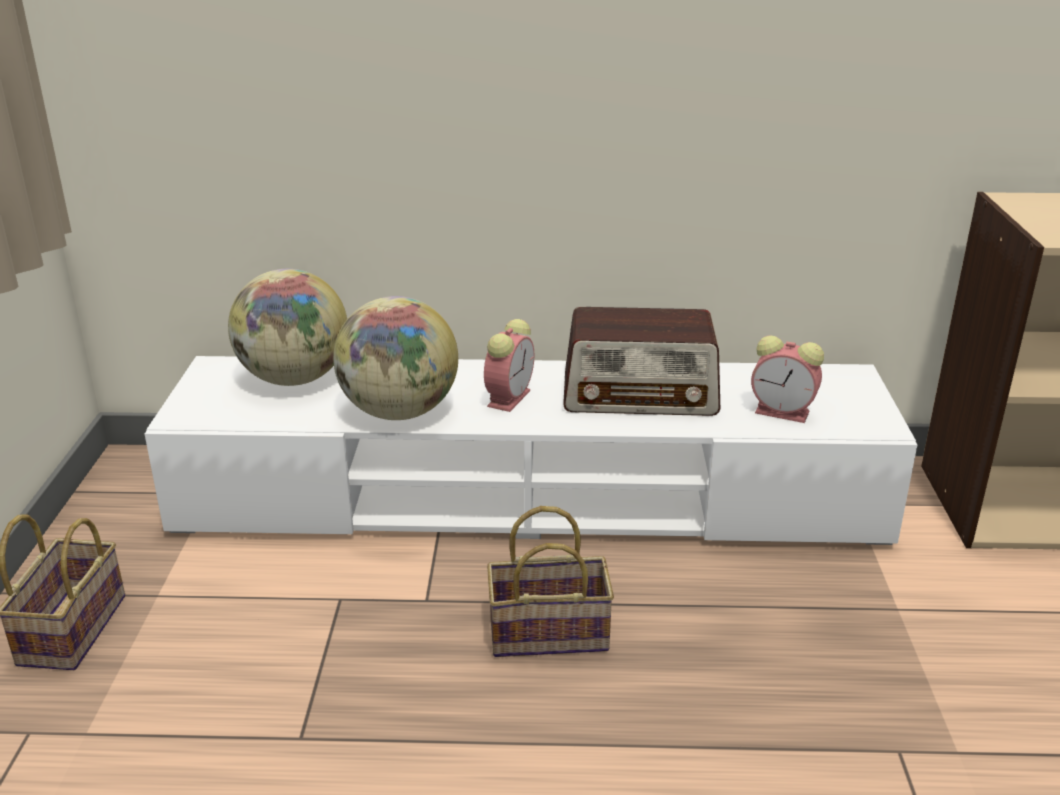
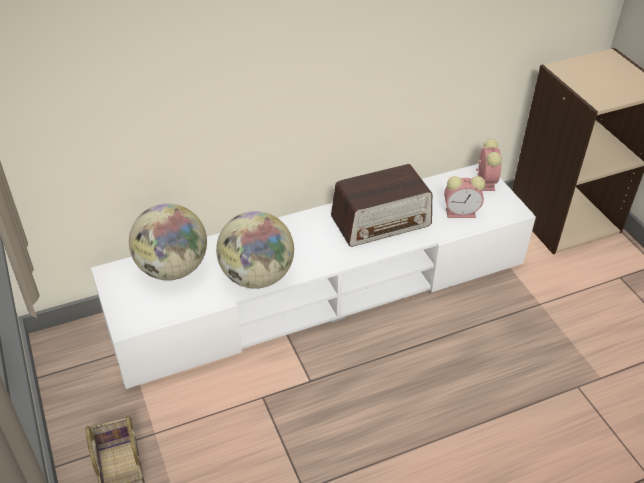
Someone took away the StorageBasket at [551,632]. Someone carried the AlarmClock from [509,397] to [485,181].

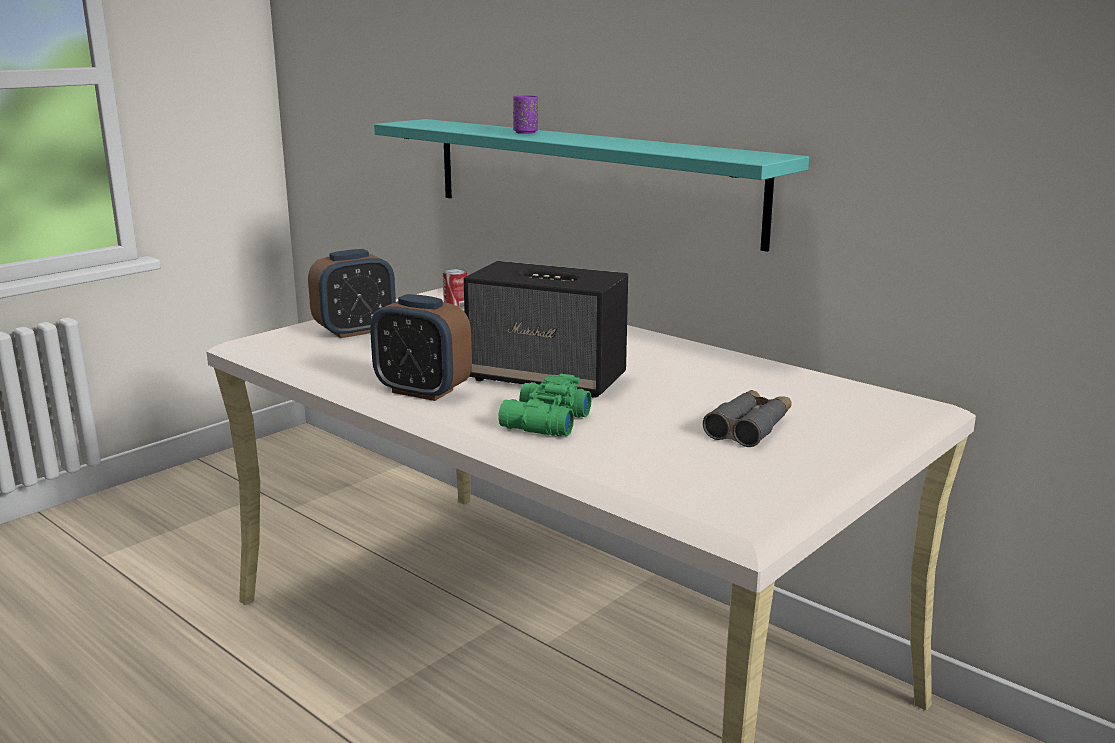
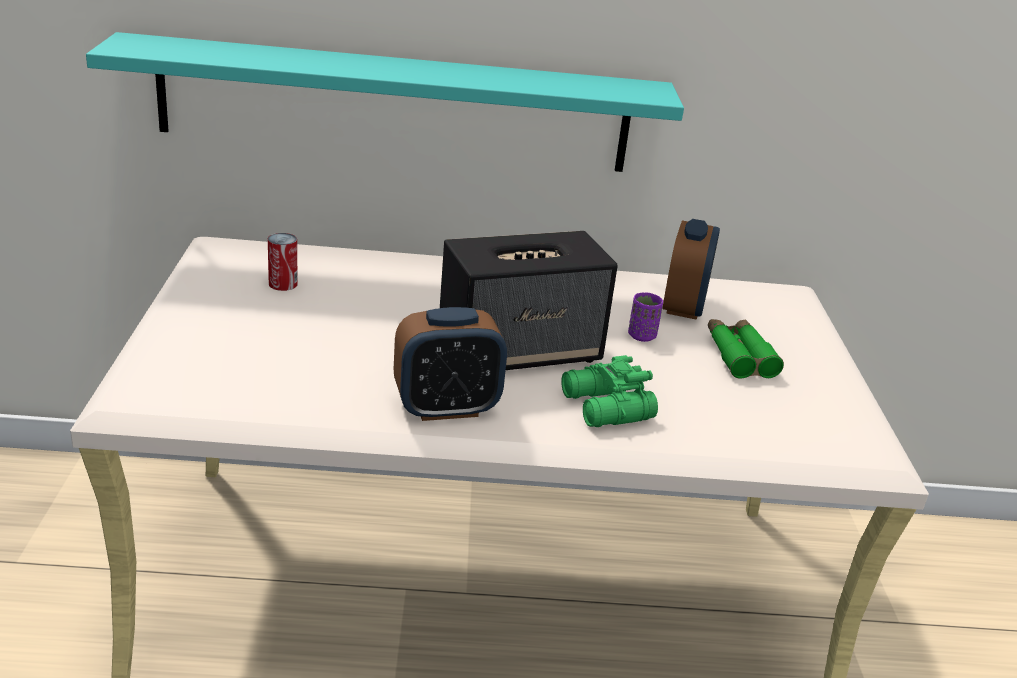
Someone carried the AlarmClock from [355,331] to [684,306]. Someone carried the PurpleColouredDrinkingCup from [525,133] to [642,336]. Someone repainted the GreyPairOfBinoculars at [749,427], which became the GreenPairOfBinoculars at [739,356].

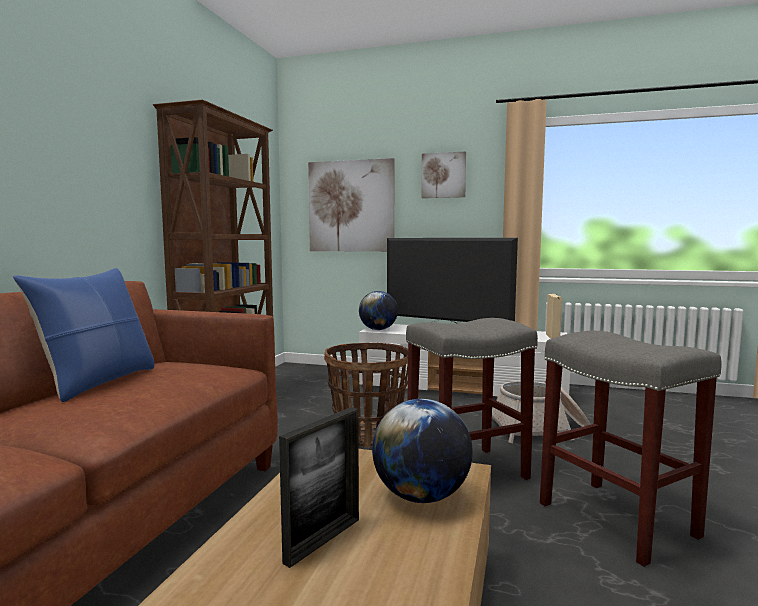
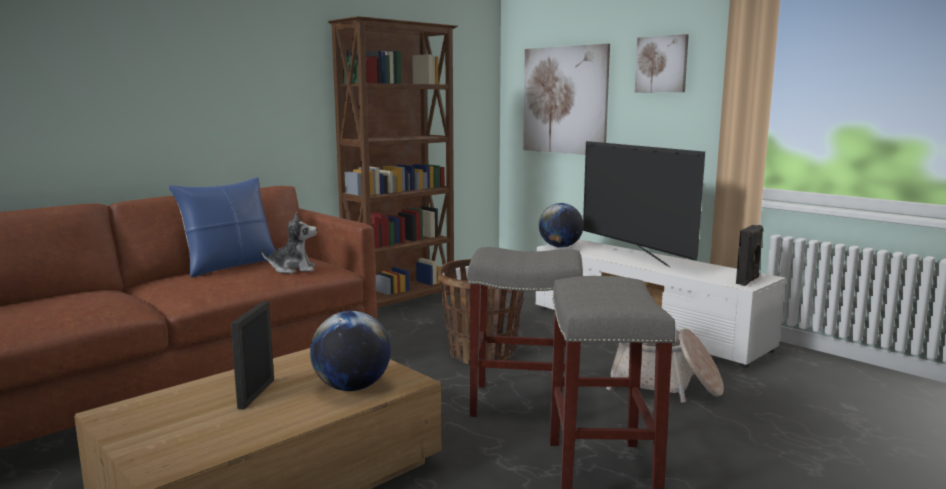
Someone put down the CuddlyToy at [293,269]. Someone repainted the SandColouredLoudspeaker at [553,337], which became the BlackishLoudspeaker at [748,281]. Someone rotated the PictureFrame at [323,540] by 120 degrees clockwise.

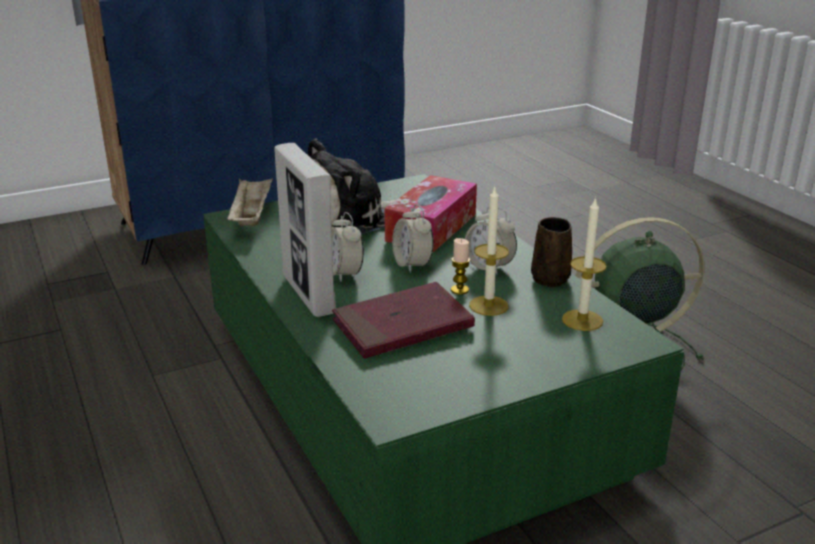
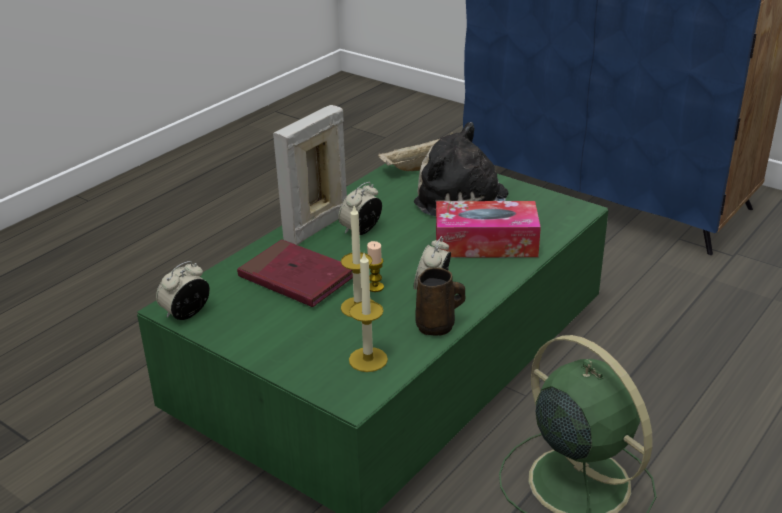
Someone carried the AlarmClock from [412,265] to [186,314].

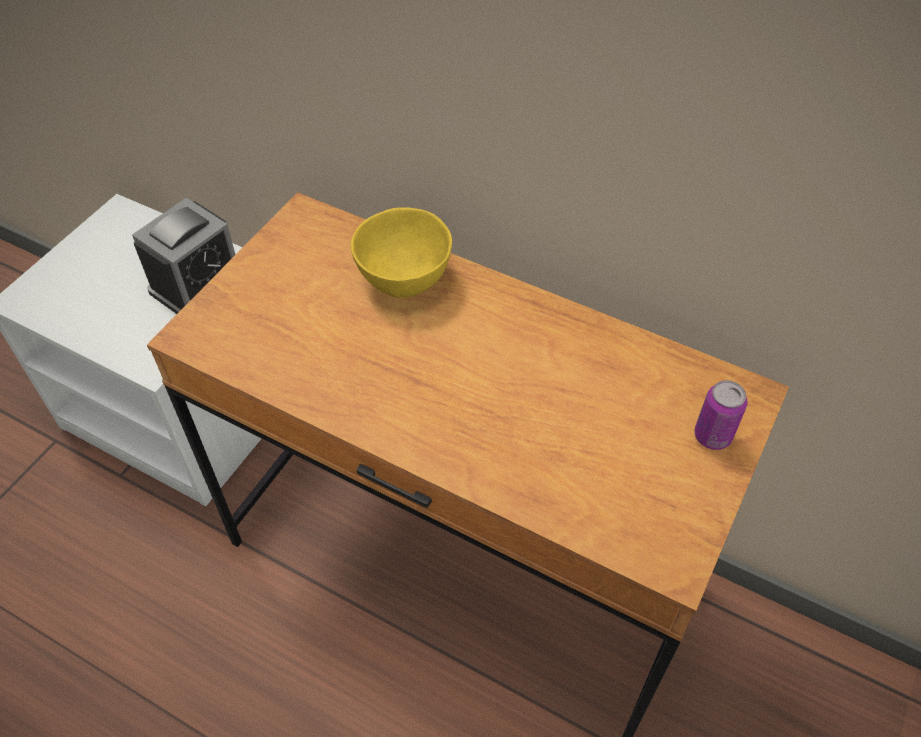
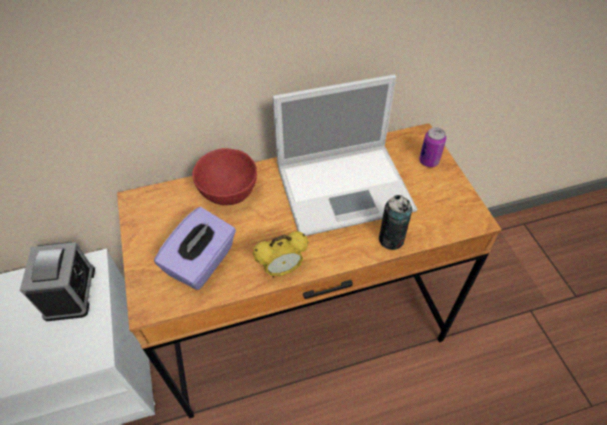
Someone put down the PurpleColouredBoxOfTissues at [202,262]. Someone put down the AlarmClock at [282,269]. Someone put down the Laptop at [346,187]. Someone put down the SealedCan at [391,239]. Someone repainted the YellowColouredBowl at [404,279], which became the RedBowl at [228,193].

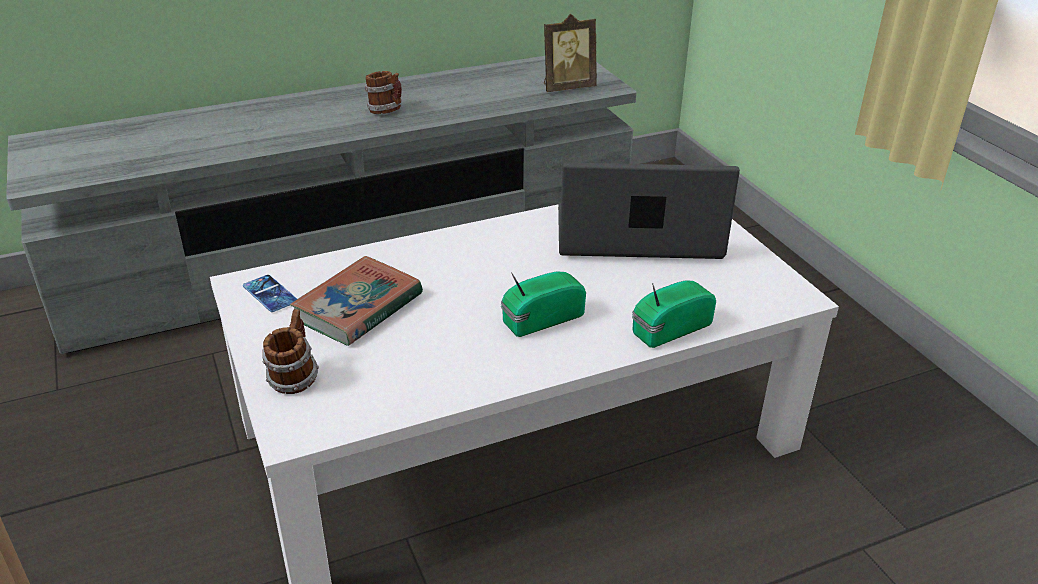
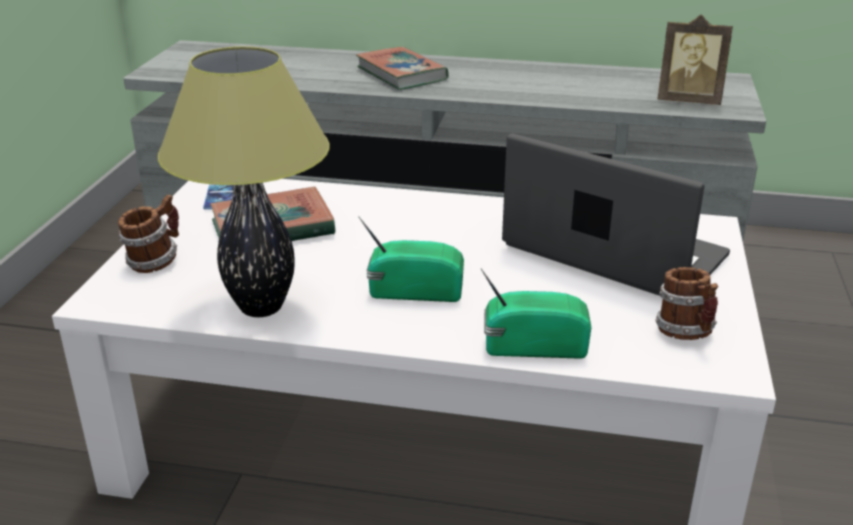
Someone put down the TabletopLamp at [262,307]. Someone put down the Book at [401,74]. Someone carried the Mug from [386,111] to [686,333].

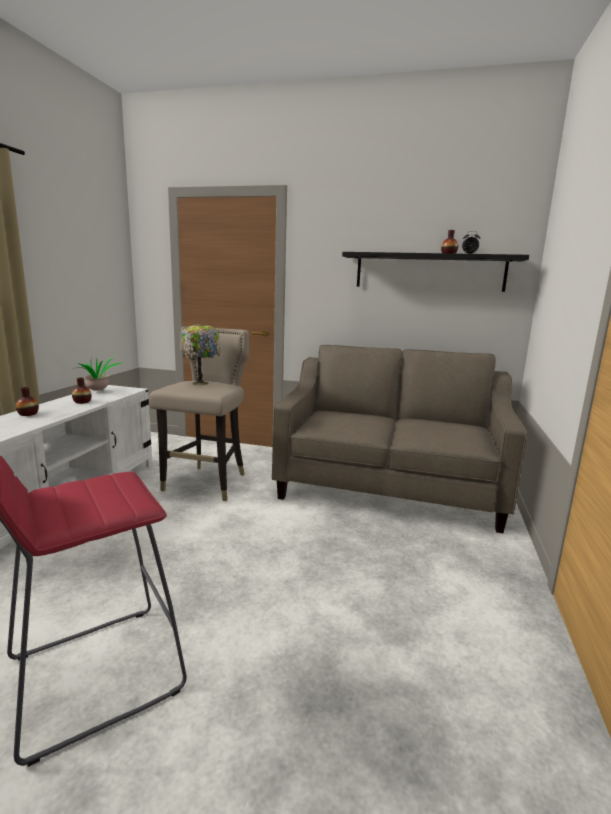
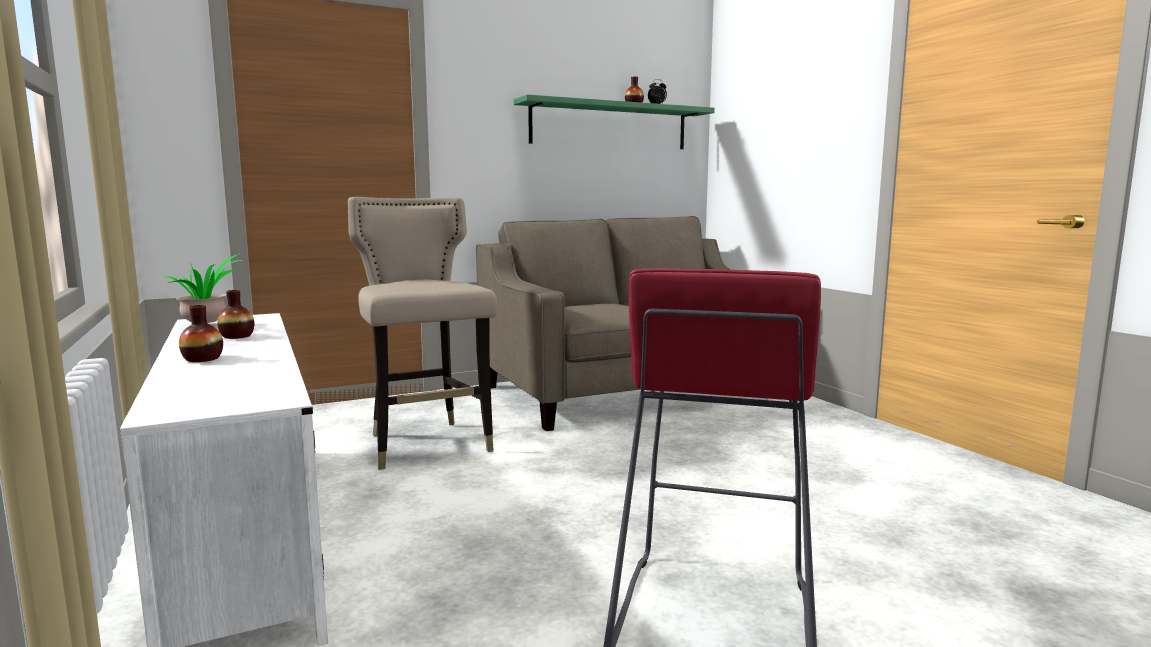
Someone took away the TabletopLamp at [201,383]. Someone repainted the BlackishShelf at [429,272], which became the GreenShelf at [610,126].

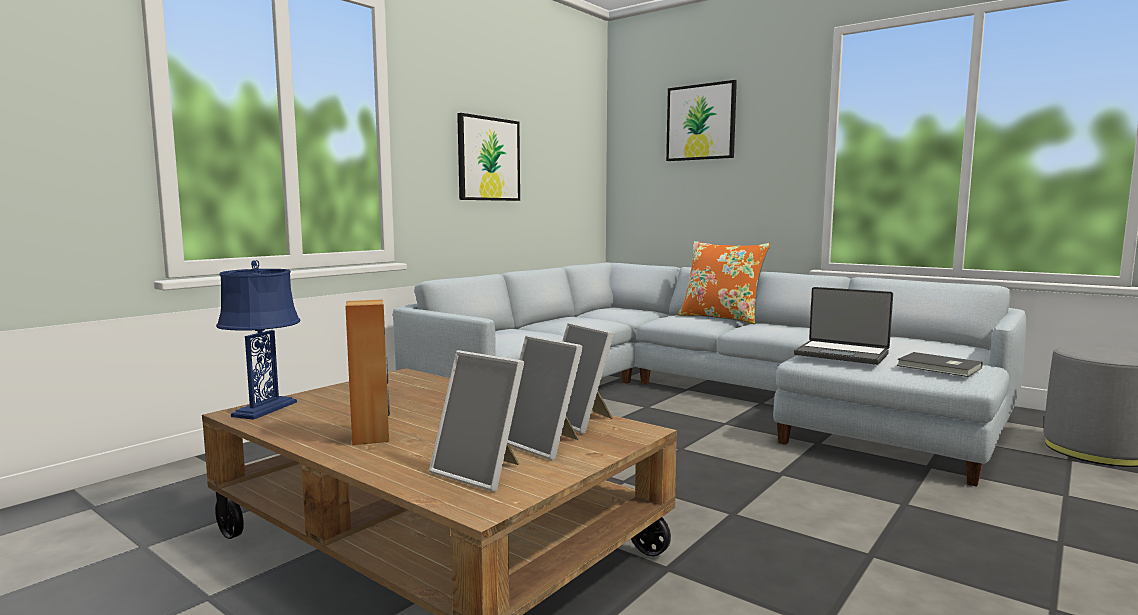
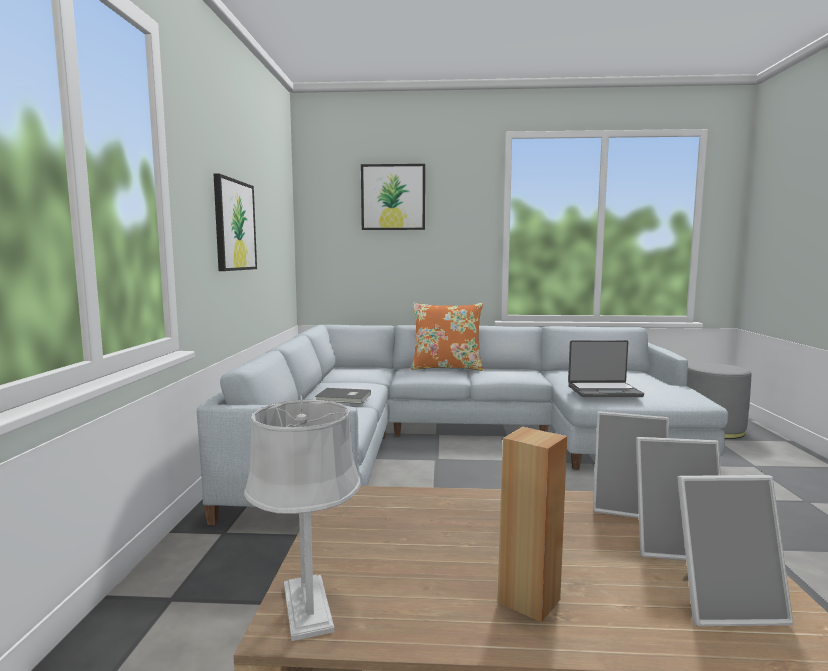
Someone carried the GreyBook from [939,367] to [344,398]. Someone repainted the BlueTabletopLamp at [265,409], which became the GreyTabletopLamp at [308,607].

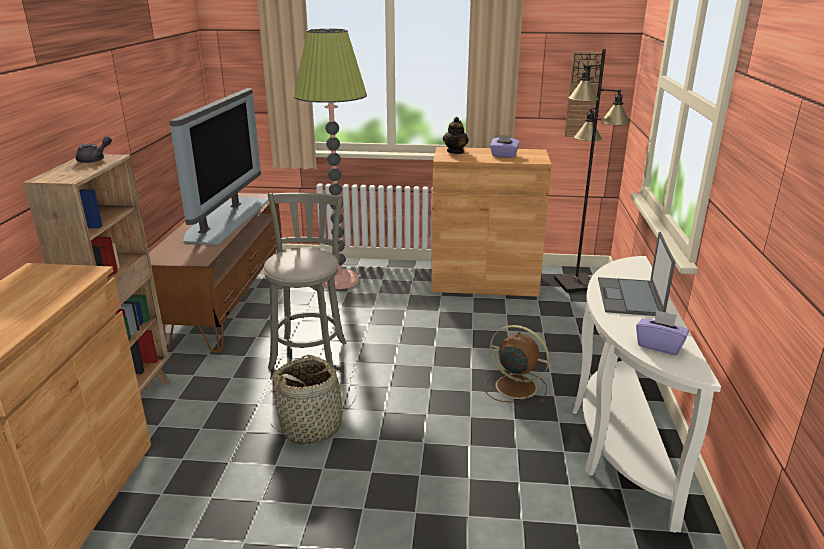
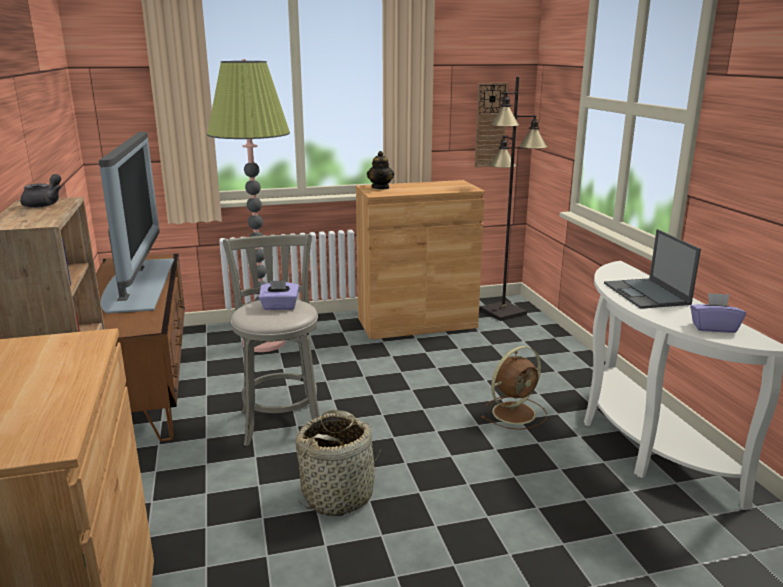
Someone carried the PurpleColouredBoxOfTissues from [503,155] to [279,307]. Someone rotated the BrownColouredFan at [514,386] by 135 degrees clockwise.

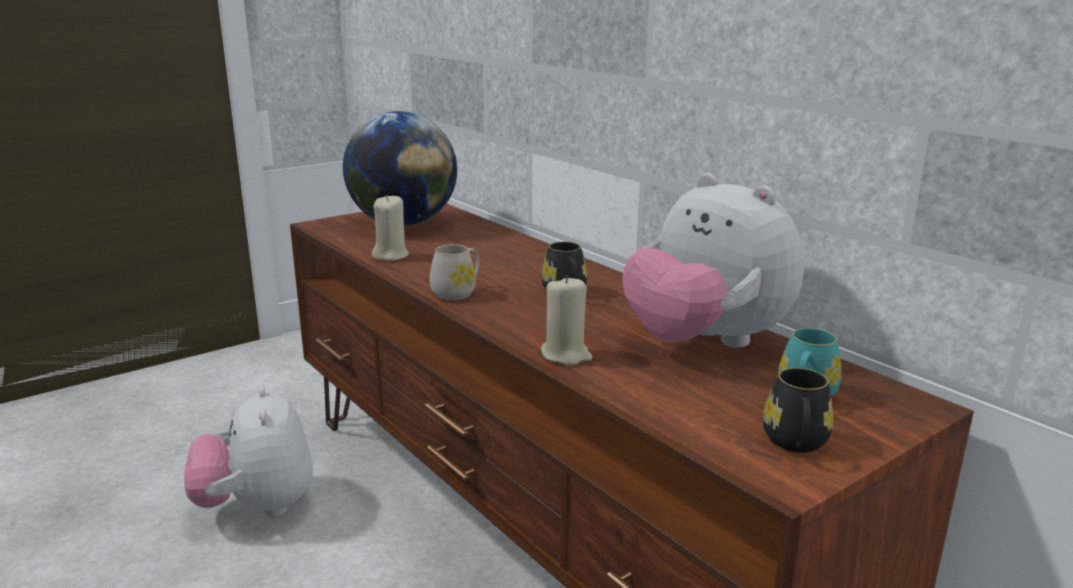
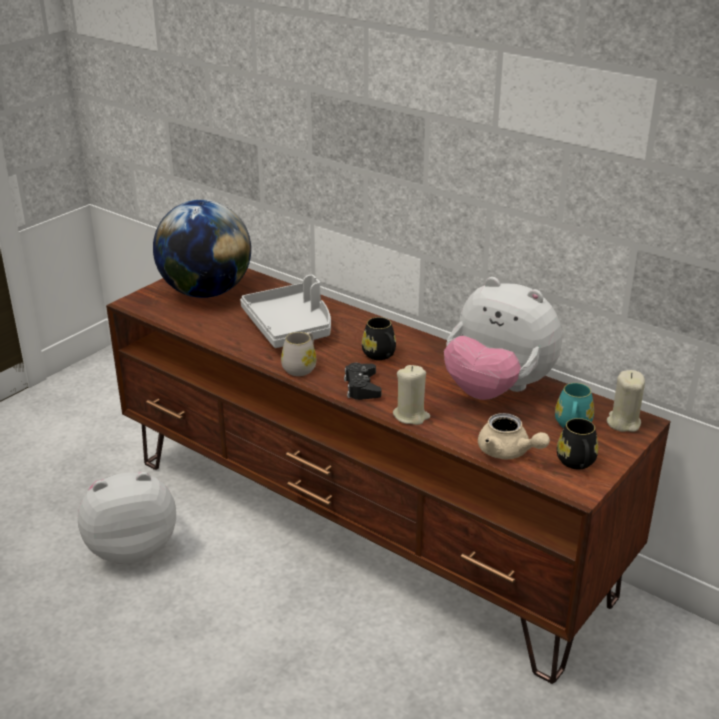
Someone put down the GreyCarryingTray at [290,327]. Someone put down the BlackishJoypad at [362,387]. Someone put down the SandColouredTeaPot at [508,452]. Someone carried the SandColouredCandle from [390,255] to [623,422]. Someone rotated the CuddlyToy at [257,507] by 105 degrees clockwise.

